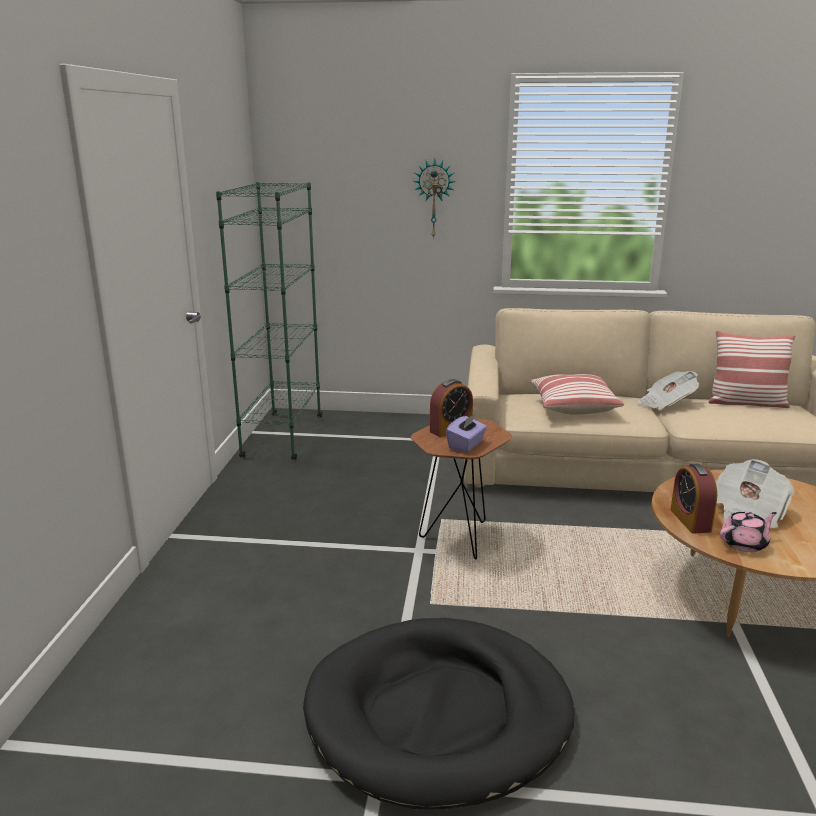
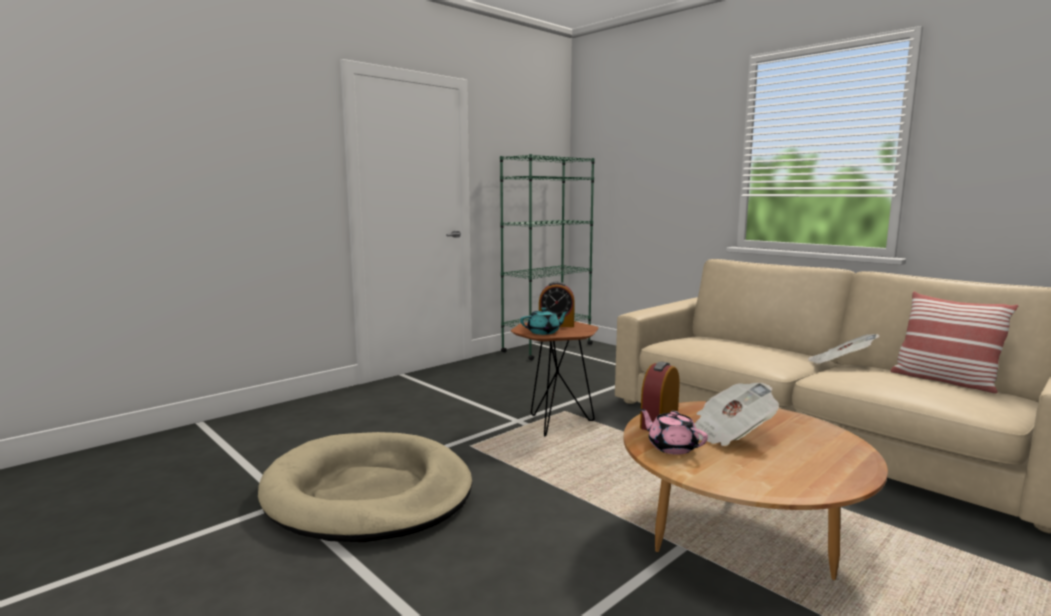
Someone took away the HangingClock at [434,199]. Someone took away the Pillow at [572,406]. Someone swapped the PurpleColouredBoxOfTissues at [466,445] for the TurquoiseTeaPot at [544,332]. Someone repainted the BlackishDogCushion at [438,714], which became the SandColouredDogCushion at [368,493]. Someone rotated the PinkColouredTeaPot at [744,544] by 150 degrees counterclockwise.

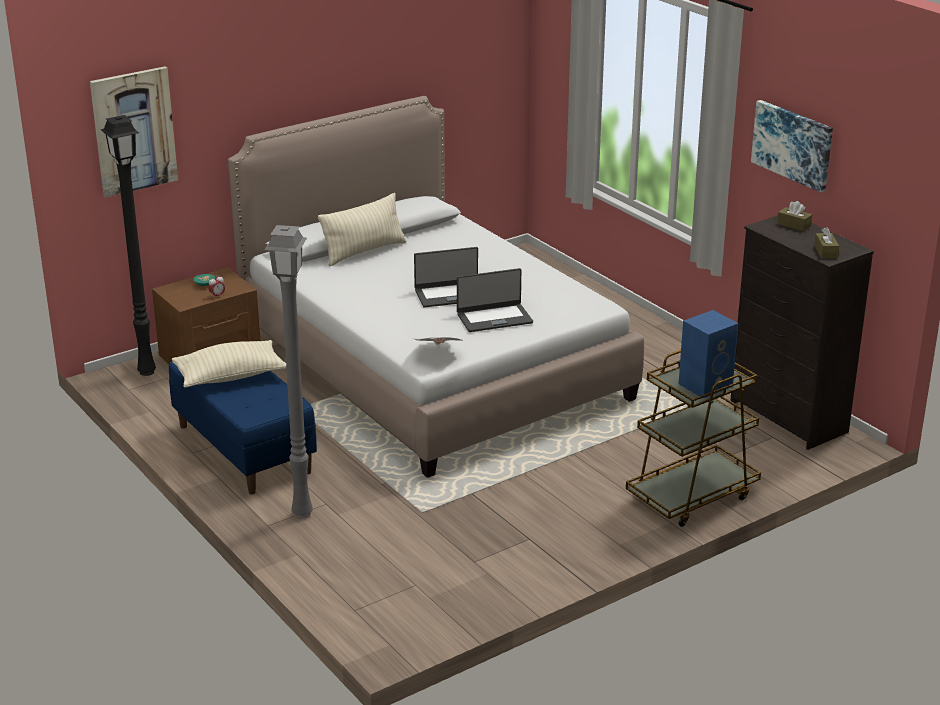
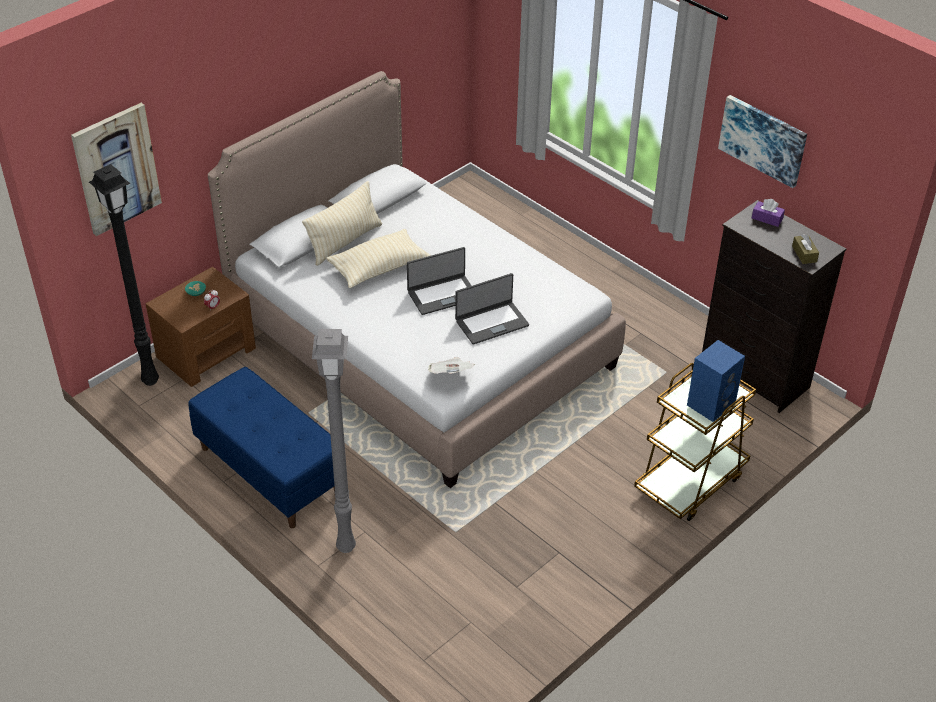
Someone carried the SandColouredPillow from [230,376] to [378,268]. Someone repainted the BrownColouredBoxOfTissues at [794,225], which became the PurpleColouredBoxOfTissues at [767,218].

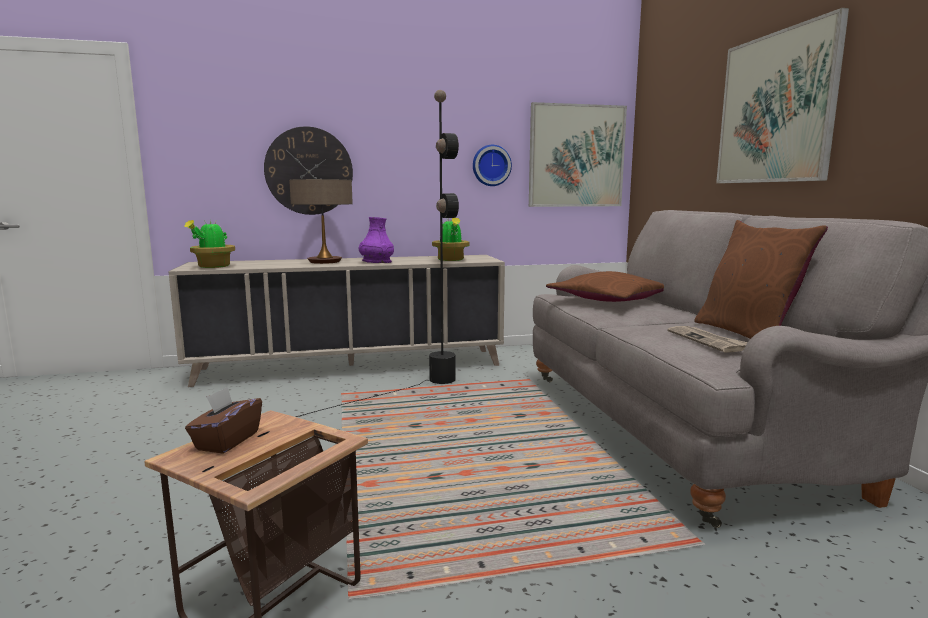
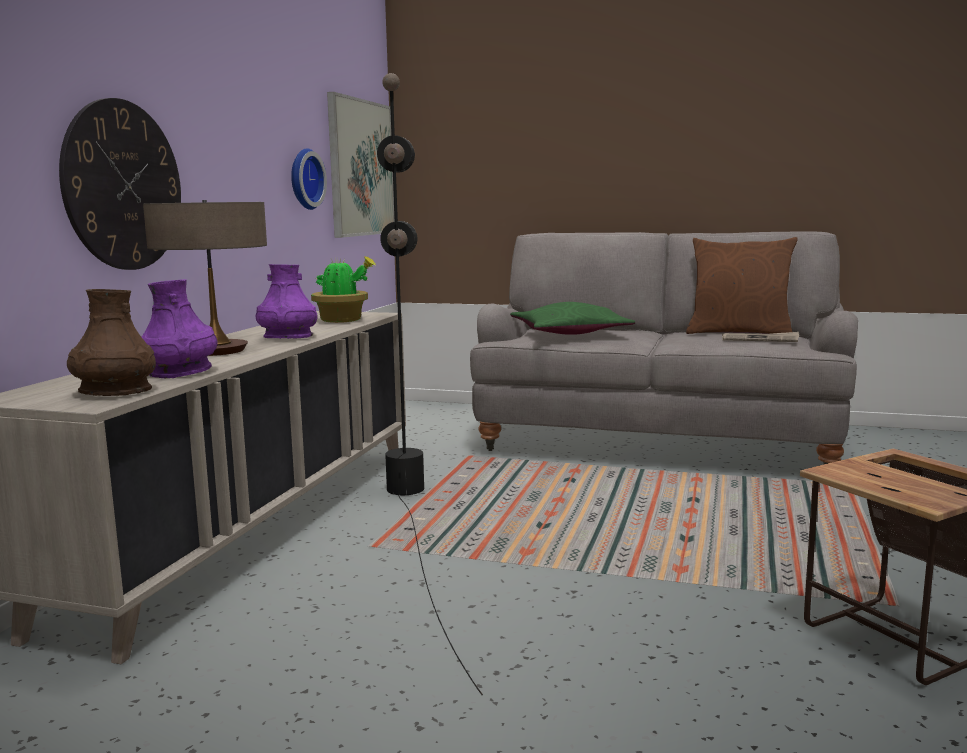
Someone took away the BrownColouredBoxOfTissues at [227,441]. Someone took away the Picture at [776,108]. Someone put down the PurpleColouredFlowerVase at [180,372]. Someone swapped the PlantInAPot at [213,267] for the BrownColouredFlowerVase at [115,392]. Someone repainted the BrownColouredPillow at [609,300], which became the GreenPillow at [569,333].

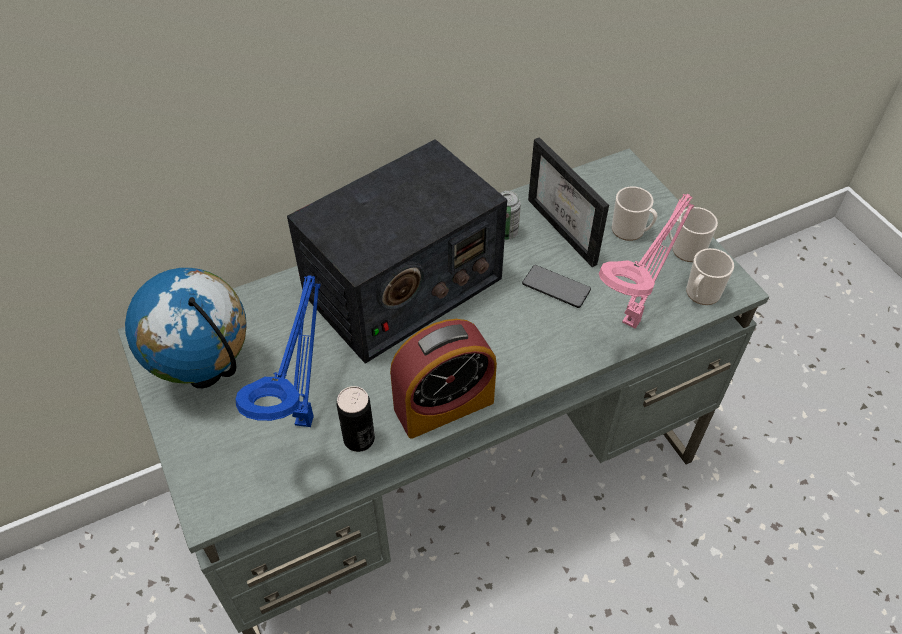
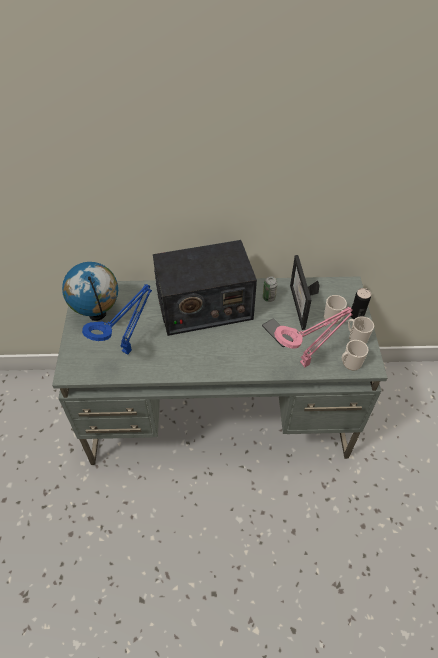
Someone took away the AlarmClock at [444,405]. Someone carried the SealedCan from [359,438] to [356,315].

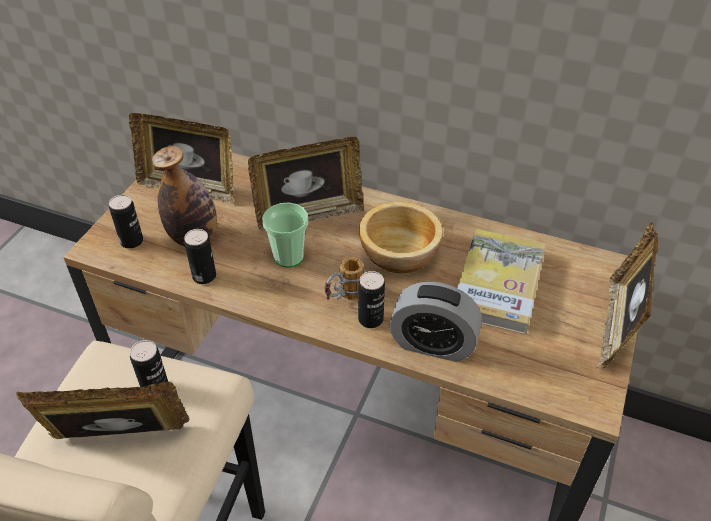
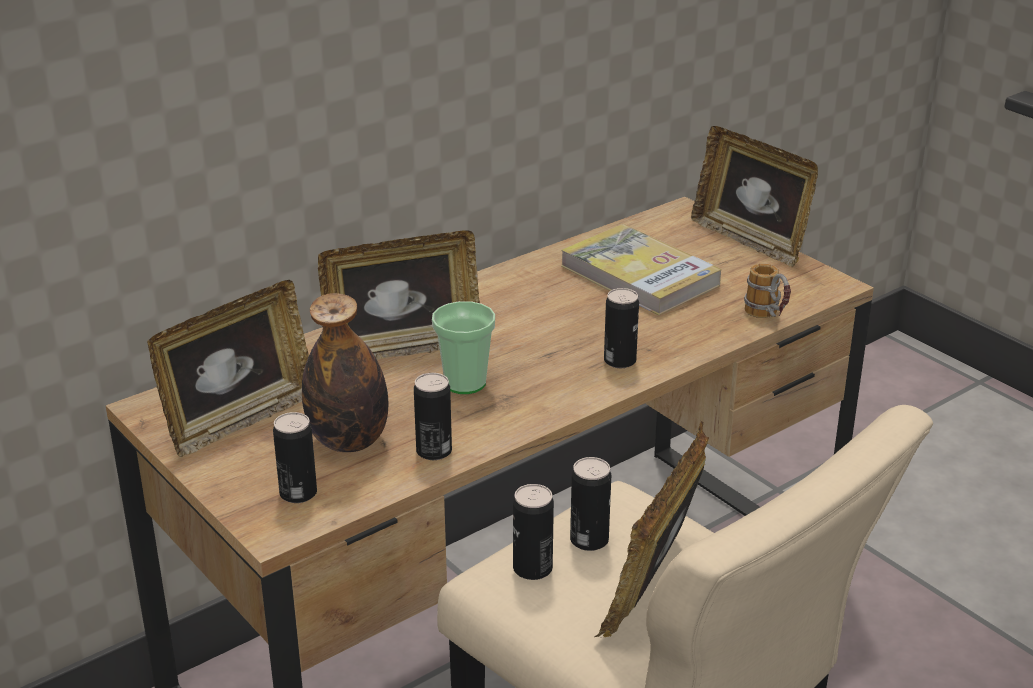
Someone took away the Bowl at [401,253]. Someone took away the AlarmClock at [433,344]. Someone put down the SealedCan at [532,568]. Someone carried the Mug from [343,297] to [768,317]. Someone rotated the PictureFrame at [309,214] by 60 degrees clockwise.

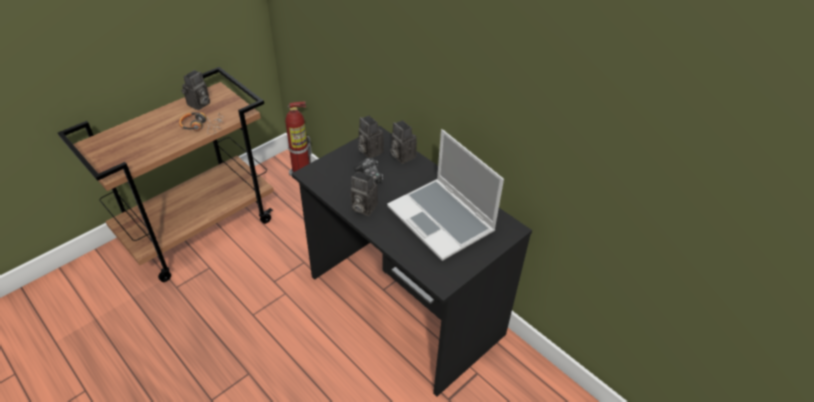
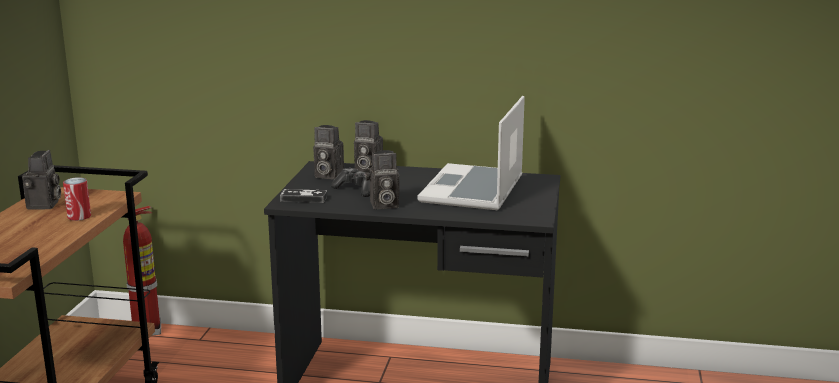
Someone put down the Joypad at [303,198]. Someone swapped the PairOfHeadphones at [202,126] for the SealedCan at [79,217]. Someone rotated the Laptop at [442,220] by 90 degrees clockwise.

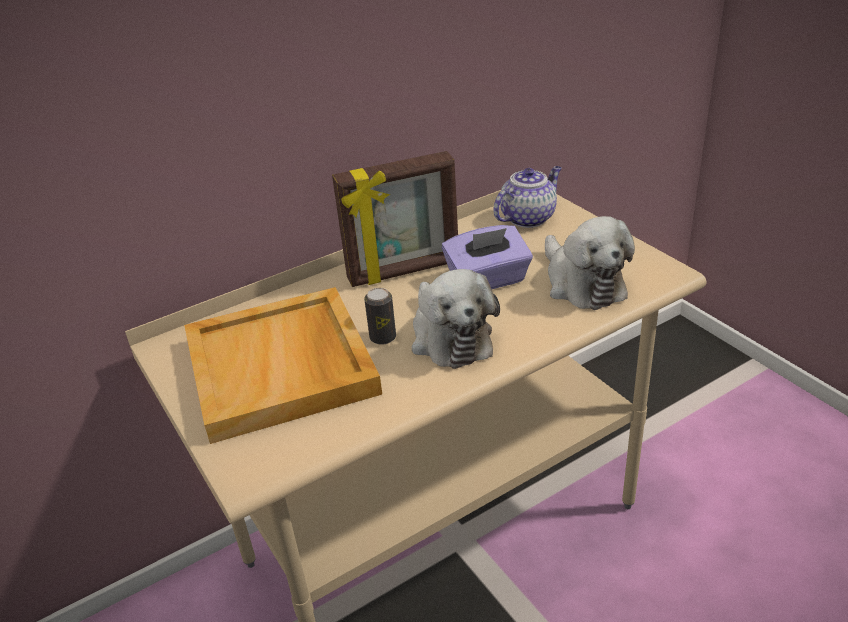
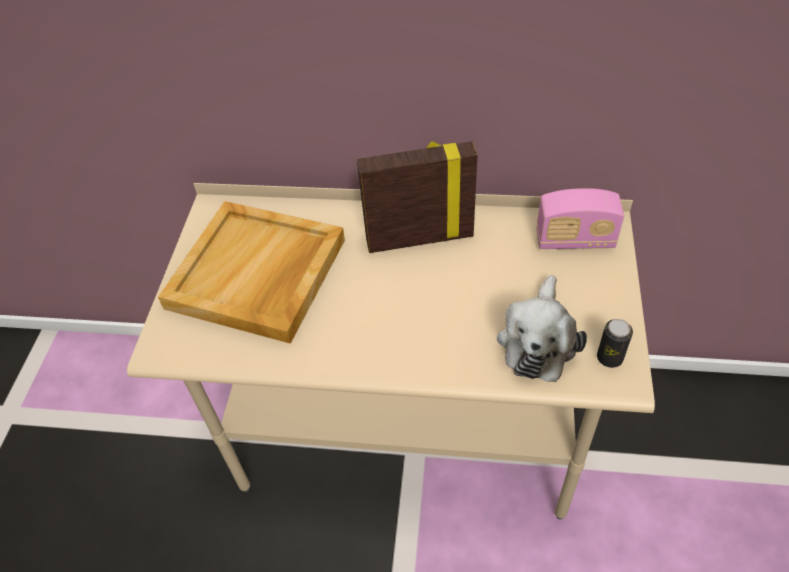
Someone took away the CuddlyToy at [449,337]. Someone took away the PurpleColouredBoxOfTissues at [488,280]. Someone carried the SealedCan from [383,337] to [609,358]. Someone swapped the TeaPot at [528,218] for the RadioReceiver at [575,240]. Someone rotated the PictureFrame at [404,272] by 150 degrees clockwise.

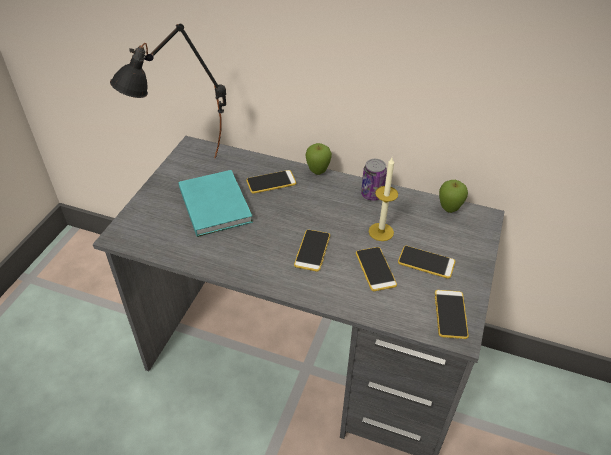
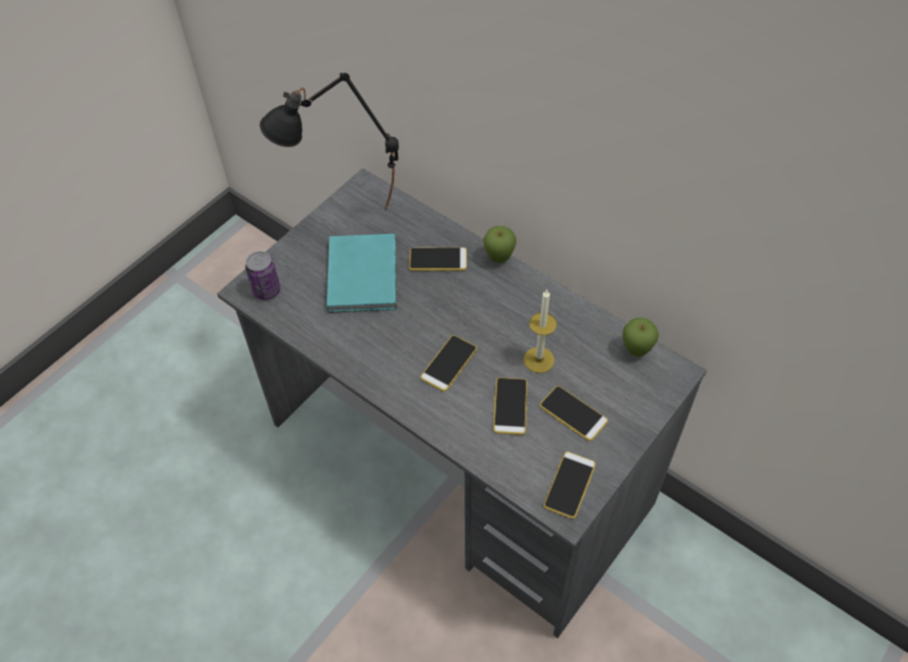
Someone carried the SealedCan from [372,194] to [266,290].

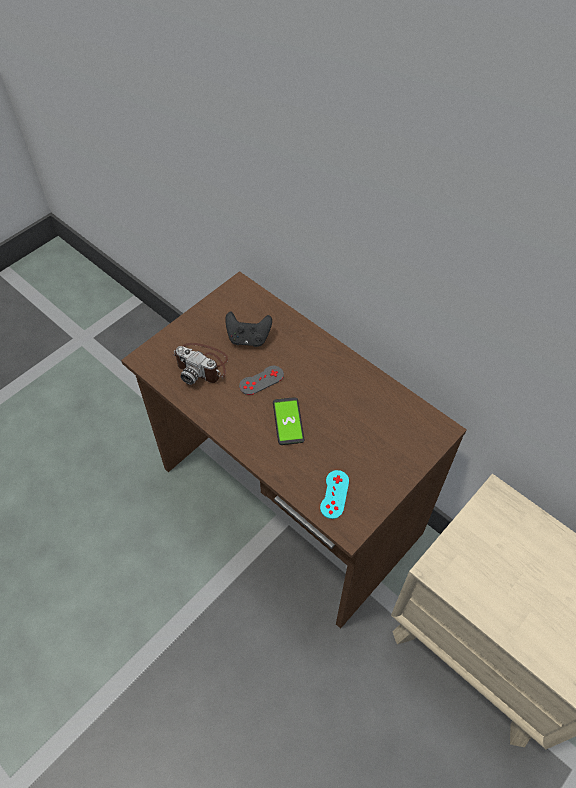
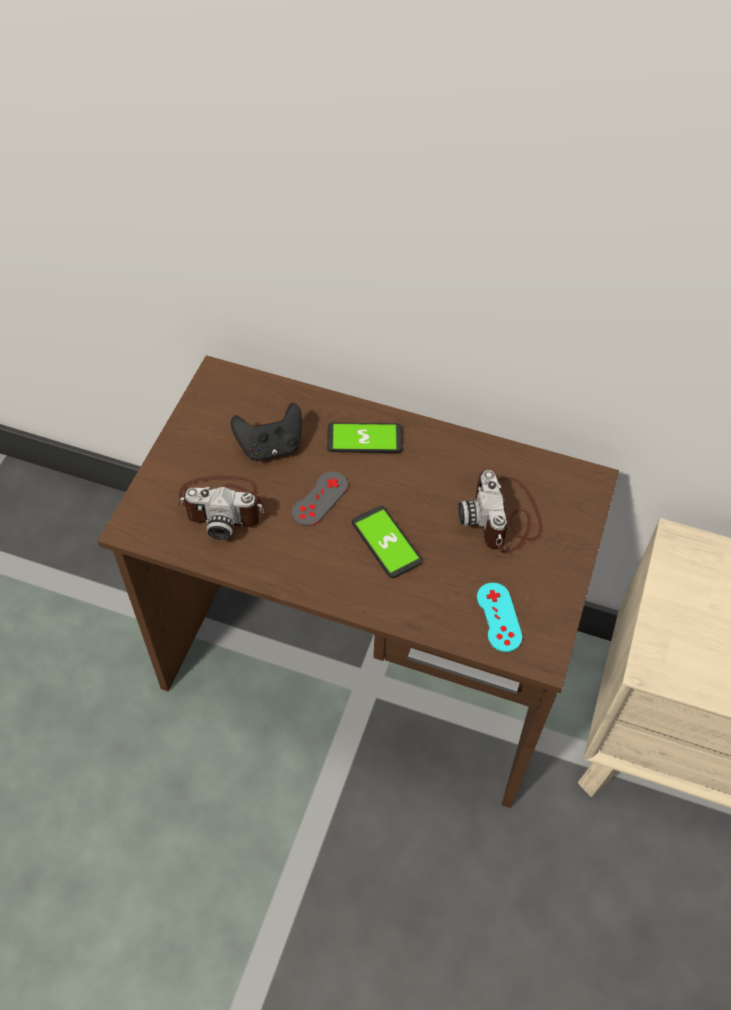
Someone put down the Phone at [364,439]. Someone put down the PhotoCamera at [503,517].

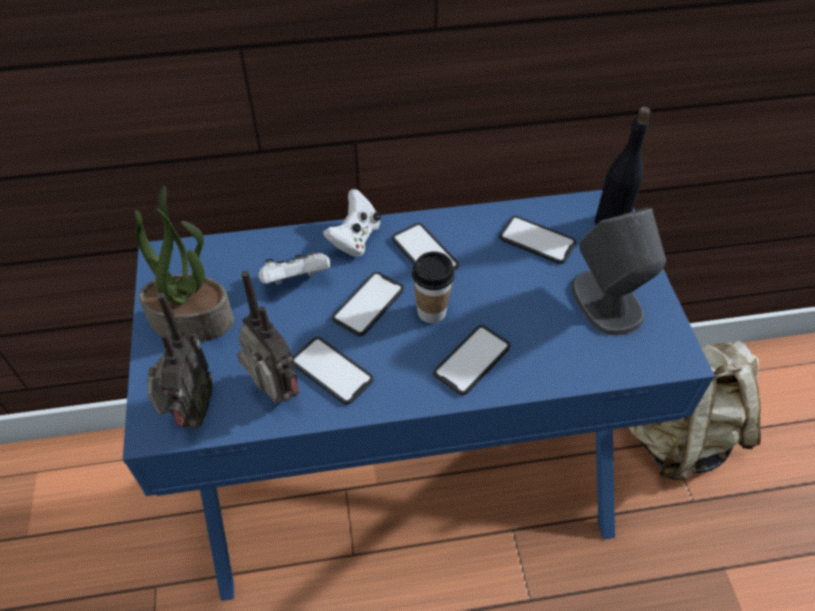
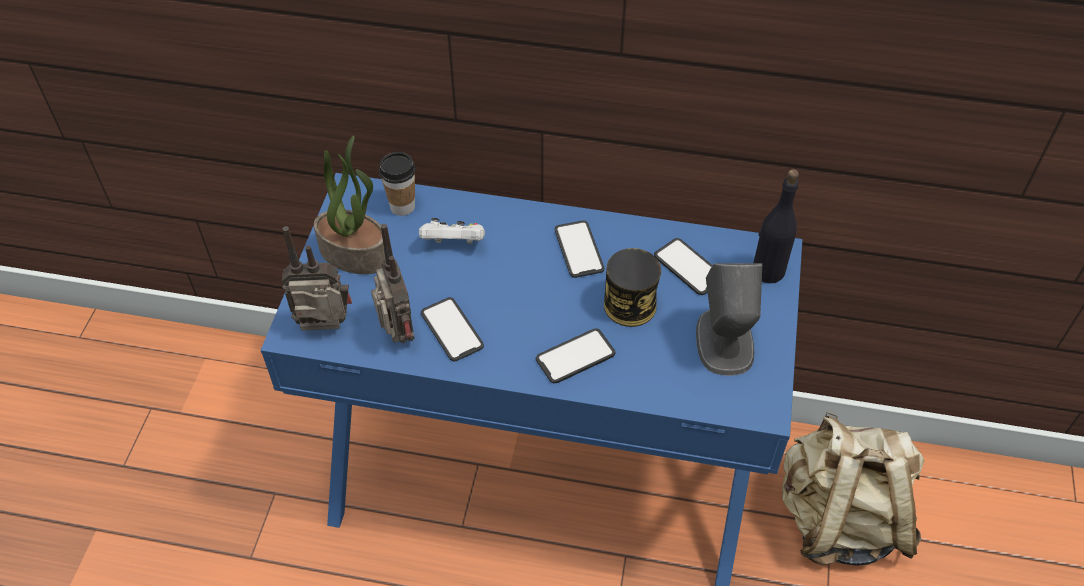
Someone took away the WhiteJoypad at [355,238]. Someone took away the Phone at [368,304]. Someone put down the SealedCan at [630,305]. Someone carried the DrinkingCup from [431,312] to [402,206]. Someone rotated the RadioReceiver at [191,413] by 120 degrees counterclockwise.

